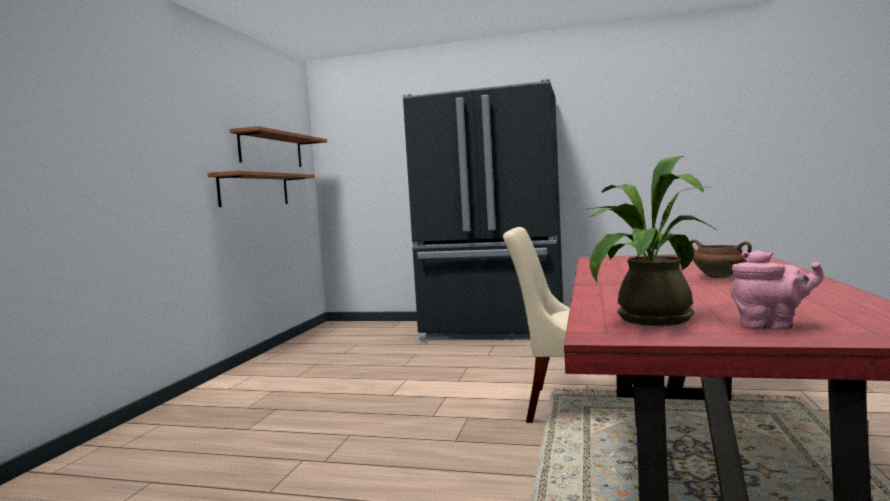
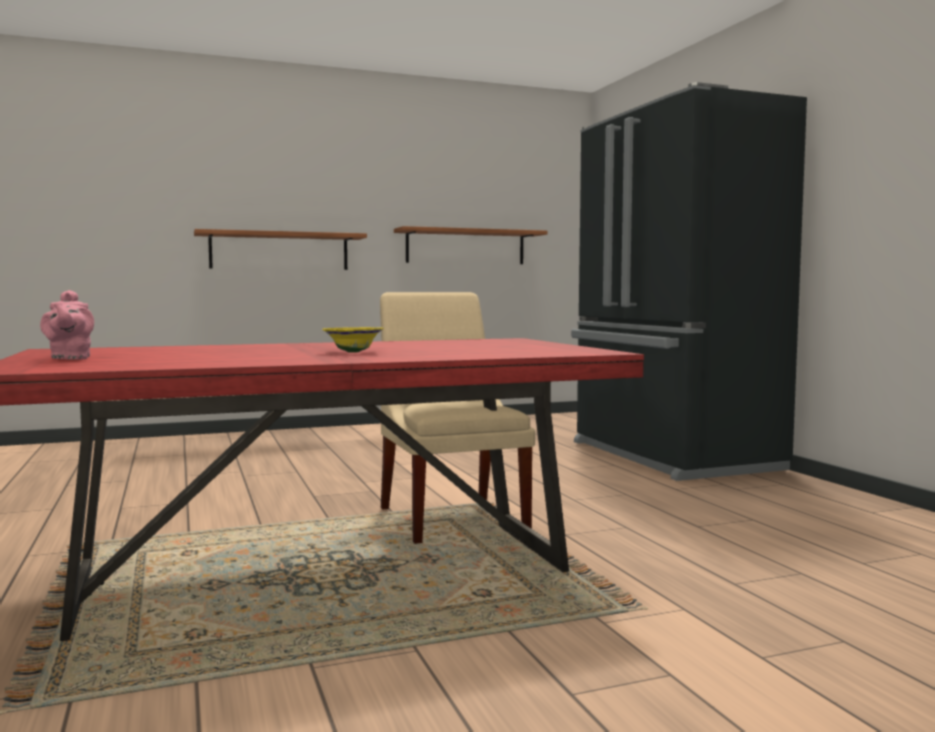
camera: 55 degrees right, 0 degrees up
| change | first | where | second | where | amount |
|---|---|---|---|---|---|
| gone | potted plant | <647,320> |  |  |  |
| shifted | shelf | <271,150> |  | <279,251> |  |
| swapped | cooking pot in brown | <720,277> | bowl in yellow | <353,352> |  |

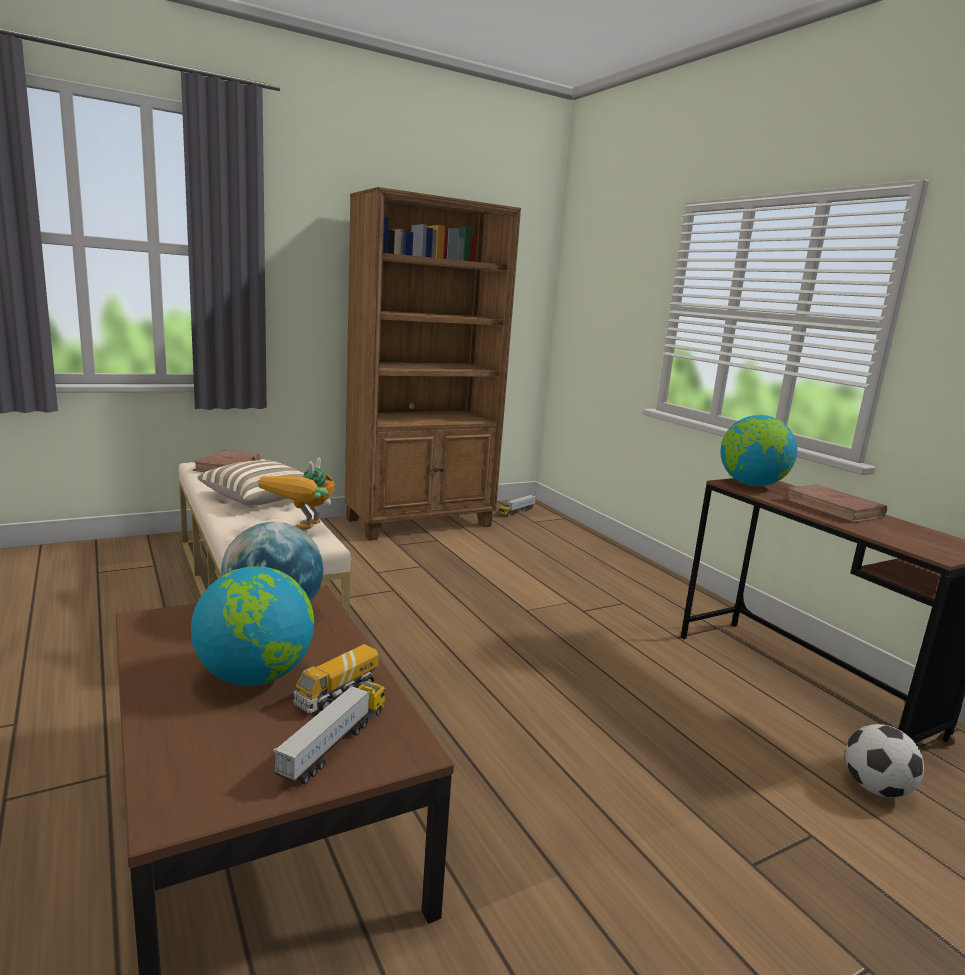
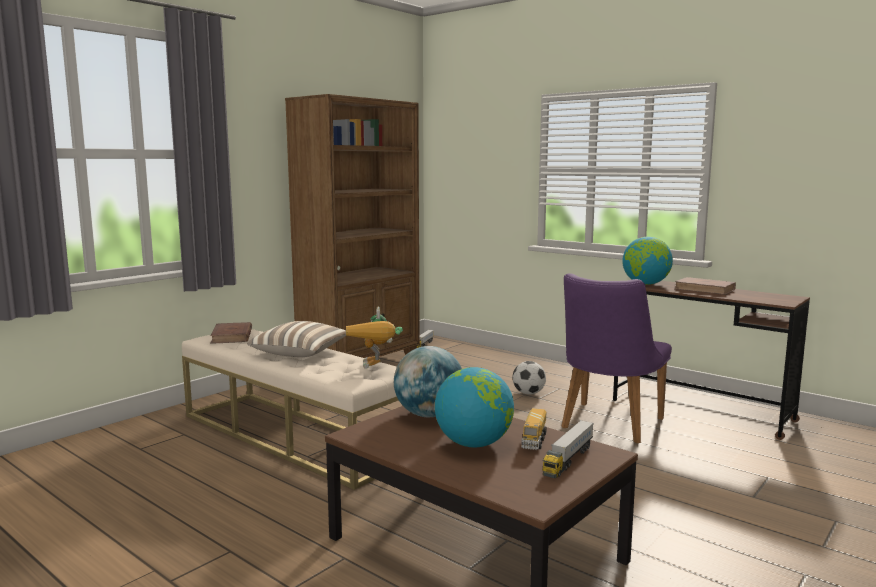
camera: 20 degrees left, 5 degrees down
| change | first | where | second | where | amount |
|---|---|---|---|---|---|
| new |  |  | chair in purple | <607,425> |  |
| shifted | football | <875,788> |  | <528,393> |  |
| rotated | toy truck | <335,744> |  | <568,460> | 150 degrees counterclockwise |

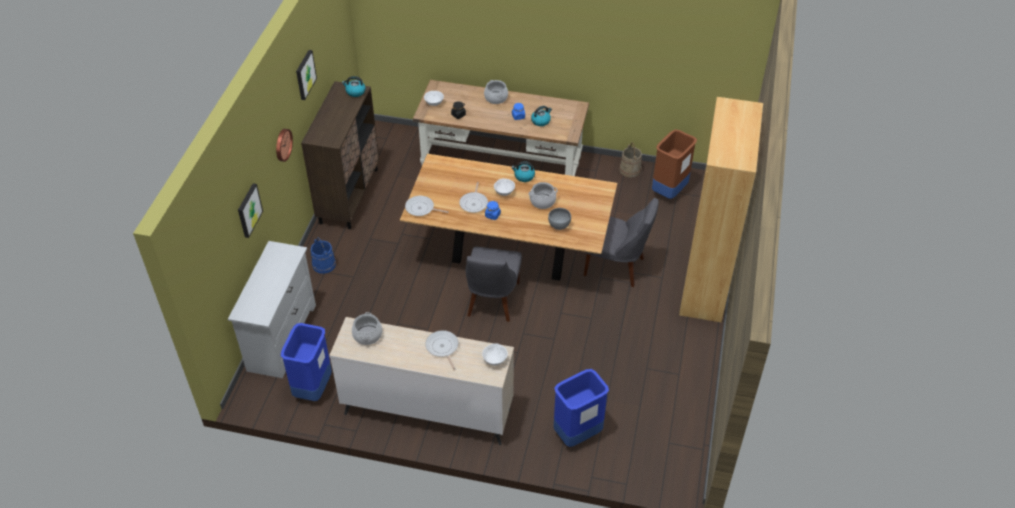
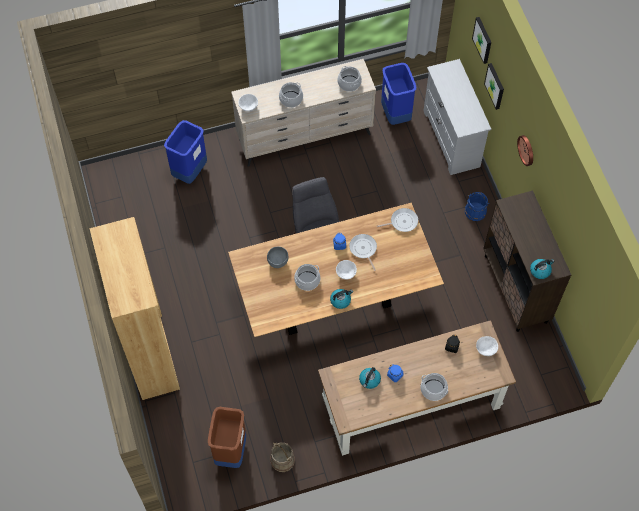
camera: 150 degrees right, 15 degrees up
| change | first | where | second | where | amount |
|---|---|---|---|---|---|
| gone | chair in grey | <617,267> |  |  |  |
| shifted | picture | <305,74> |  | <483,40> |  |
| swapped | frying pan | <442,348> | cooking pot | <291,99> |  |

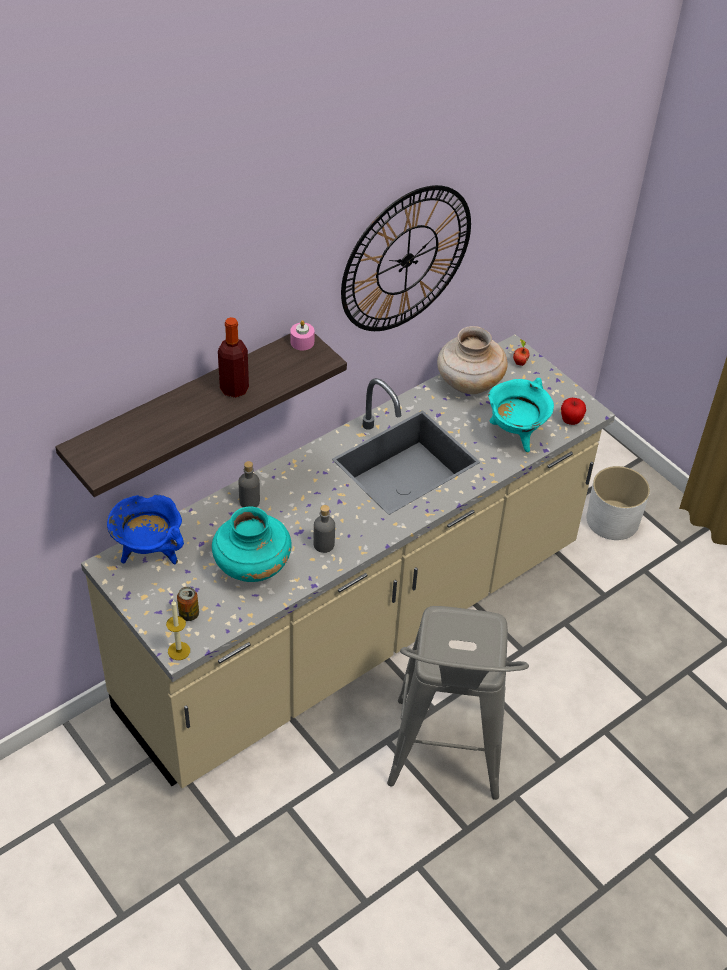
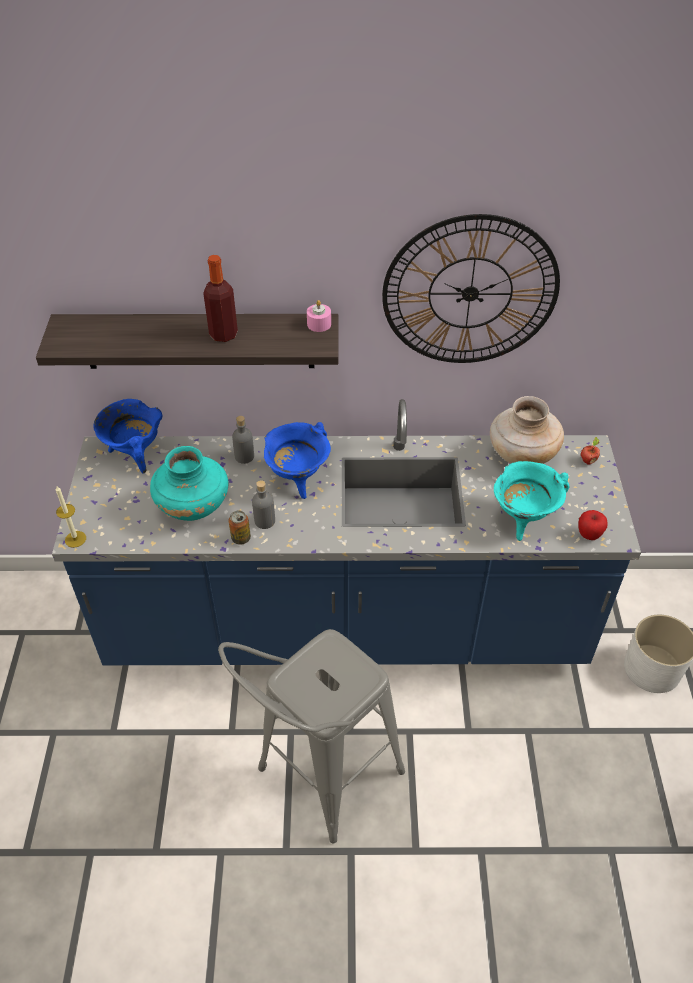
camera: 40 degrees right, 0 degrees up
| change | first | where | second | where | amount |
|---|---|---|---|---|---|
| new |  |  | cooking pot in blue | <298,479> |  |
| shifted | can | <189,614> |  | <241,538> |  |
| repainted | counter in beige | <355,630> | counter in blue | <346,628> |  |

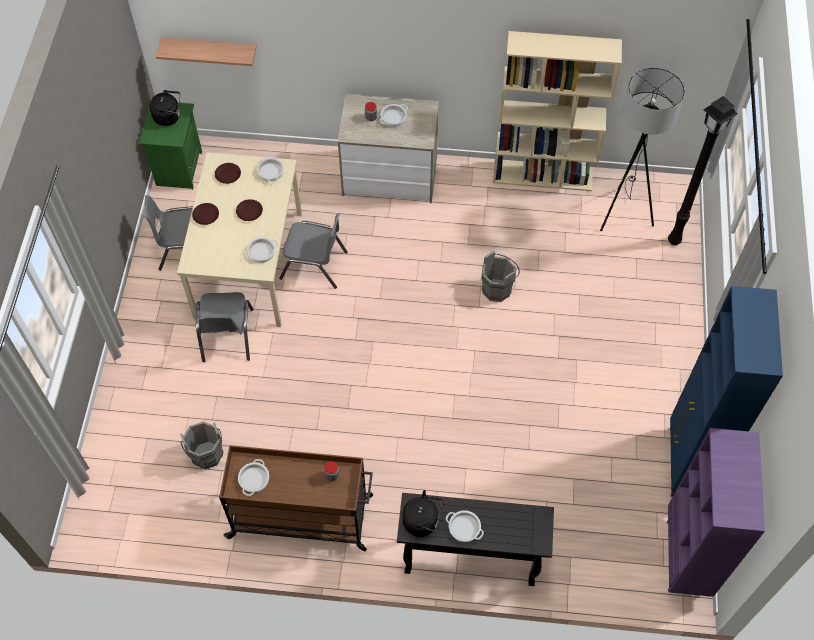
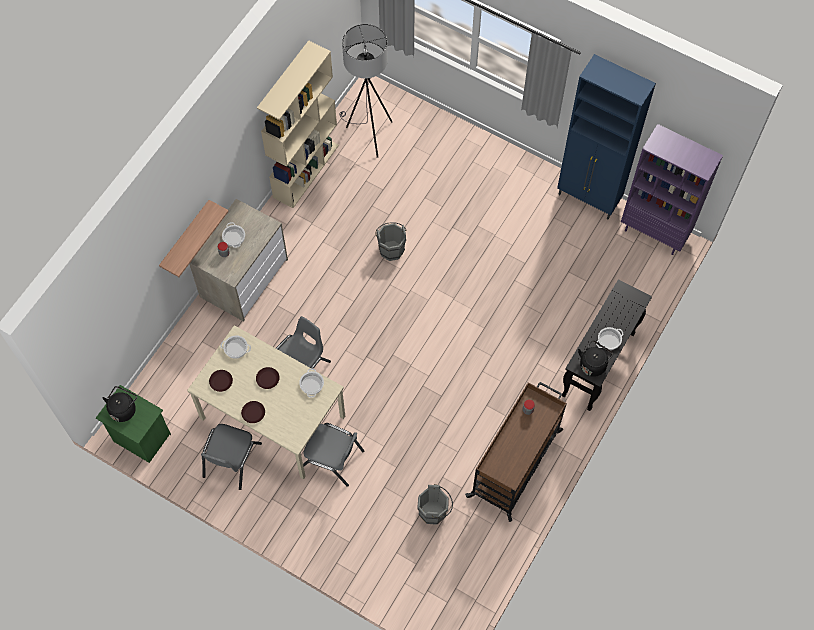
camera: 65 degrees left, 5 degrees up
| change | first | where | second | where | amount |
|---|---|---|---|---|---|
| gone | cooking pot | <254,479> |  |  |  |
| gone | floor lamp in black | <675,241> |  |  |  |
| shifted | shelf | <210,50> |  | <186,238> |  |

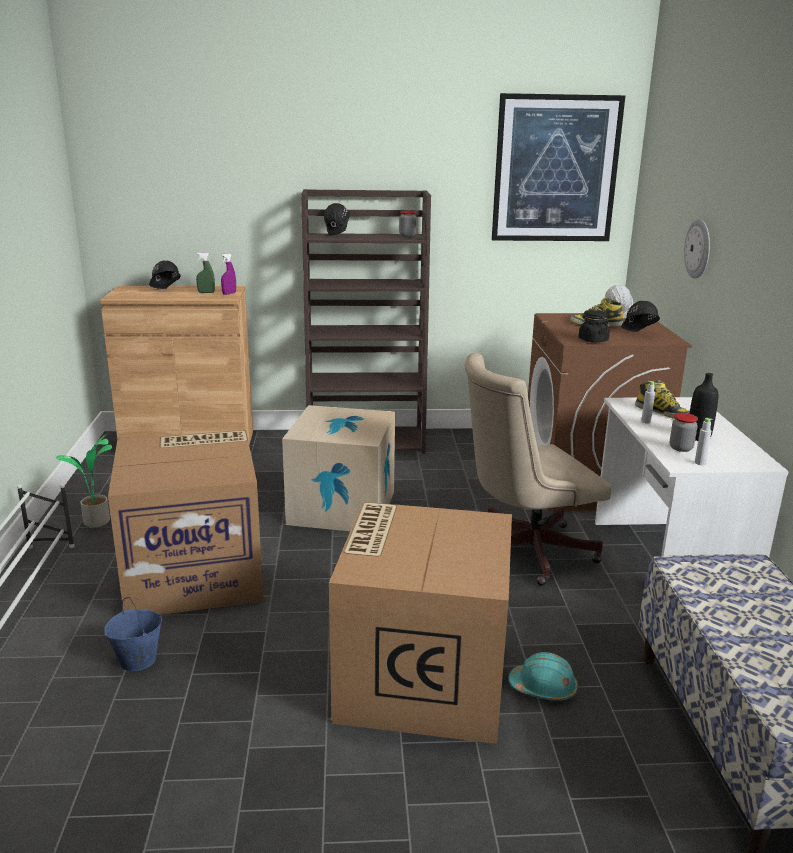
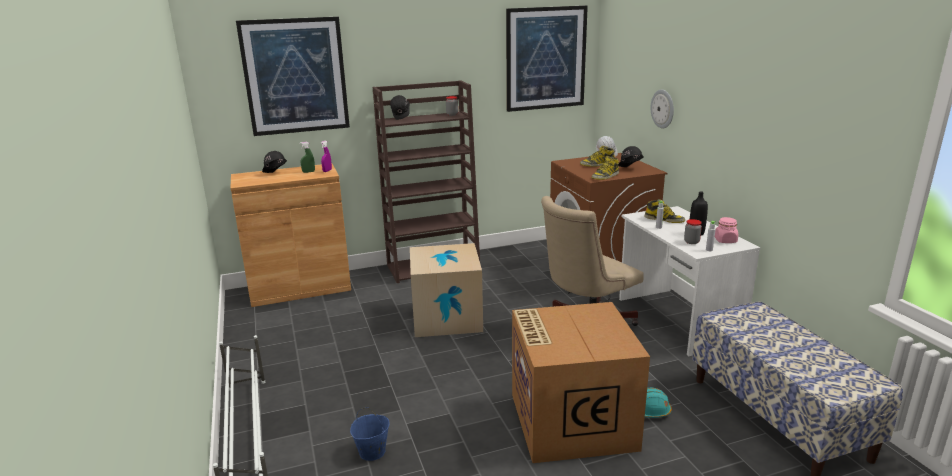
camera: 15 degrees left, 0 degrees up
| change | first | where | second | where | amount |
|---|---|---|---|---|---|
| gone | potted plant | <96,523> |  |  |  |
| gone | cardboard box | <196,573> |  |  |  |
| new |  |  | picture | <295,76> |  |
| new |  |  | jar in pink | <725,240> |  |
| swapped | jar in black | <593,340> | boot | <605,176> |  |

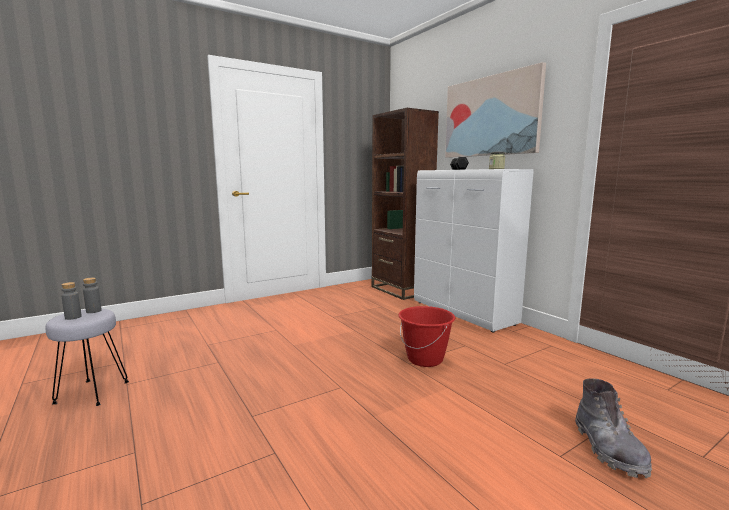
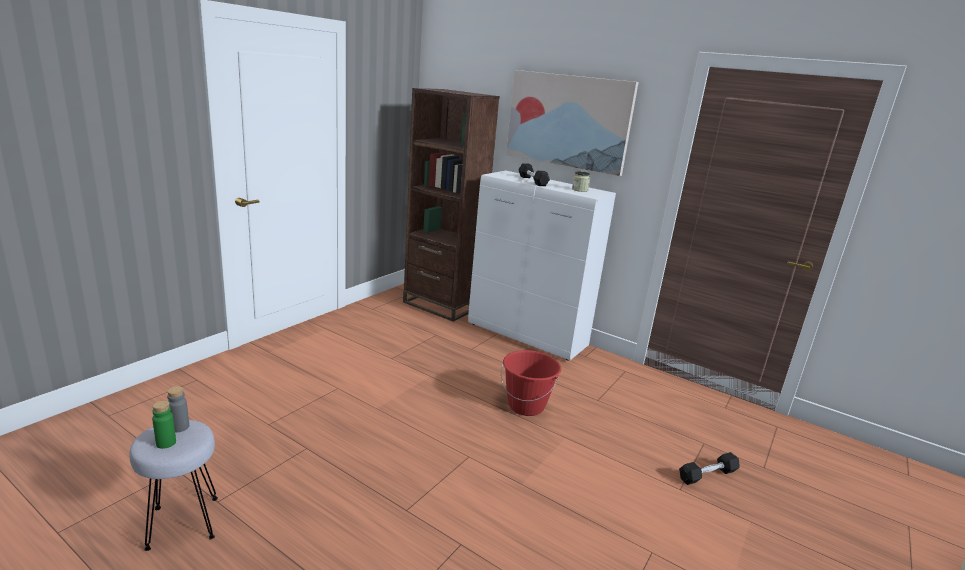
camera: 25 degrees left, 10 degrees up
| change | first | where | second | where | amount |
|---|---|---|---|---|---|
| swapped | boot in grey | <608,449> | dumbbell in black | <707,475> |  |
| repainted | bottle in grey | <73,317> | bottle in green | <166,443> |  |

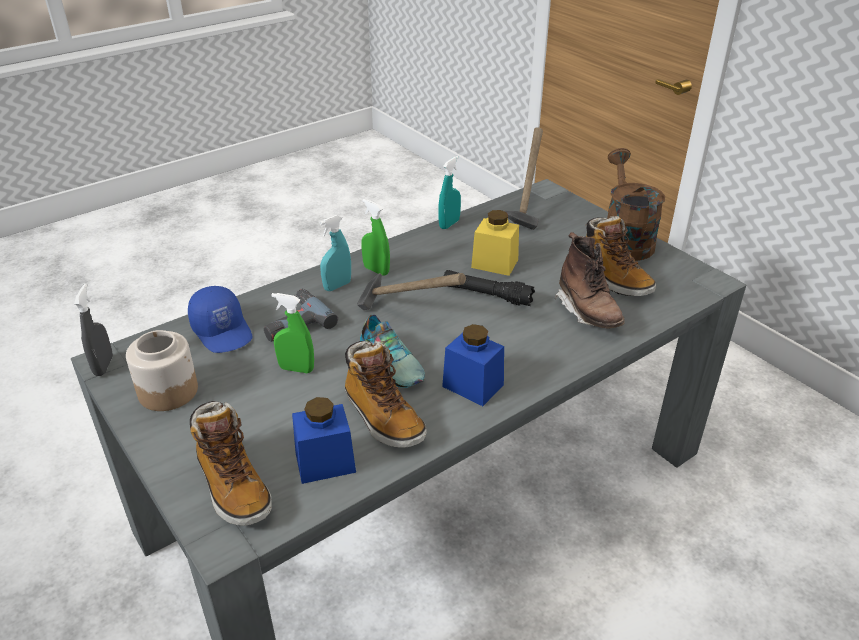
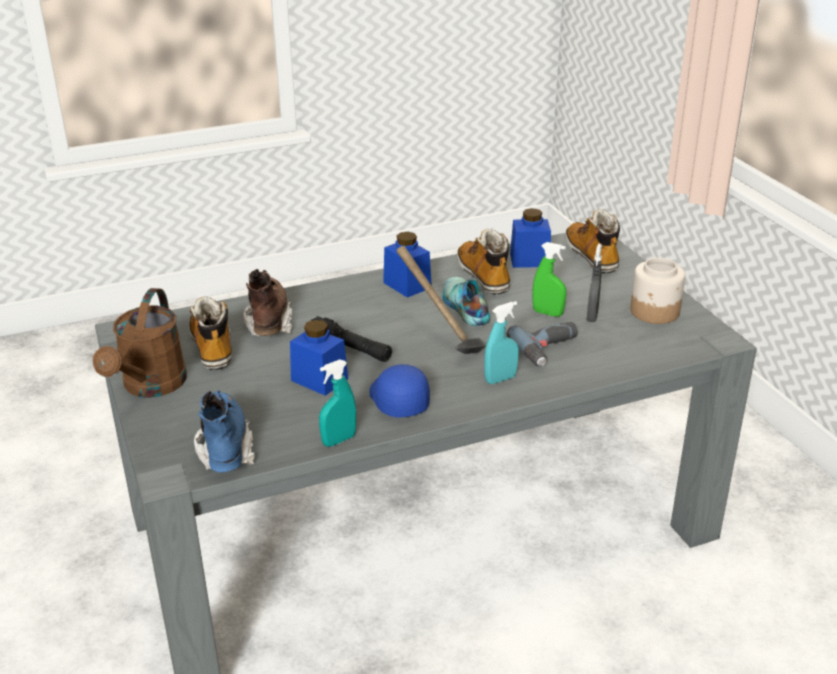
camera: 165 degrees left, 5 degrees down
| change | first | where | second | where | amount |
|---|---|---|---|---|---|
| gone | spray bottle in green | <376,270> |  |  |  |
| shifted | spray bottle in grey | <103,366> |  | <592,316> |  |
| shifted | cap in blue | <223,331> |  | <397,400> |  |
| swapped | hammer | <525,209> | boot in blue | <225,448> |  |
| repainted | jar in yellow | <494,263> | jar in blue | <319,379> |  |

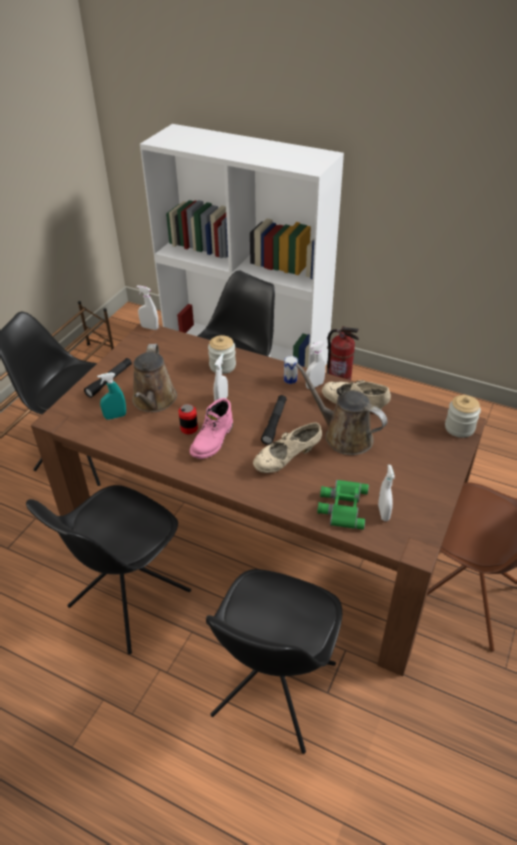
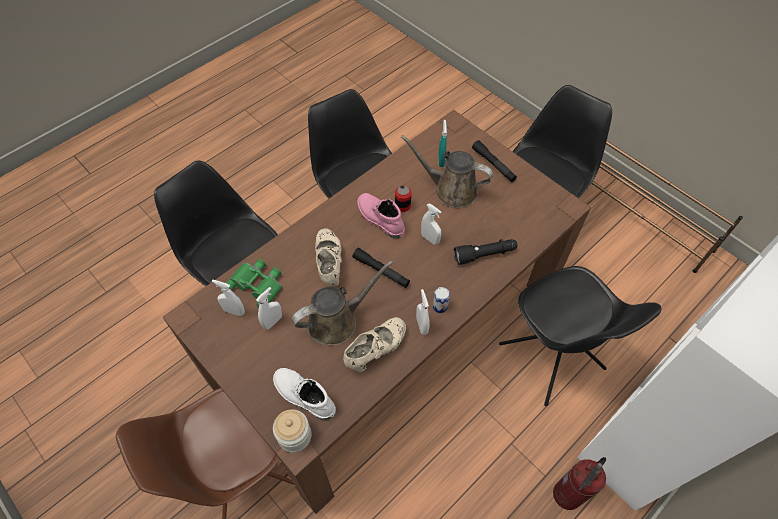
camera: 110 degrees right, 15 degrees up
| change | first | where | second | where | amount |
|---|---|---|---|---|---|
| new |  |  | boot in white | <303,396> |  |
| shifted | spray bottle in white | <149,327> |  | <272,322> |  |
| swapped | jar | <222,366> | flashlight in black | <485,254> |  |

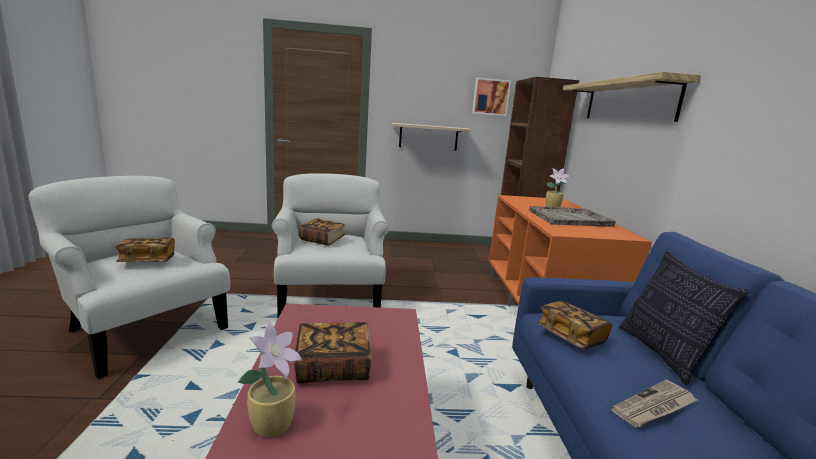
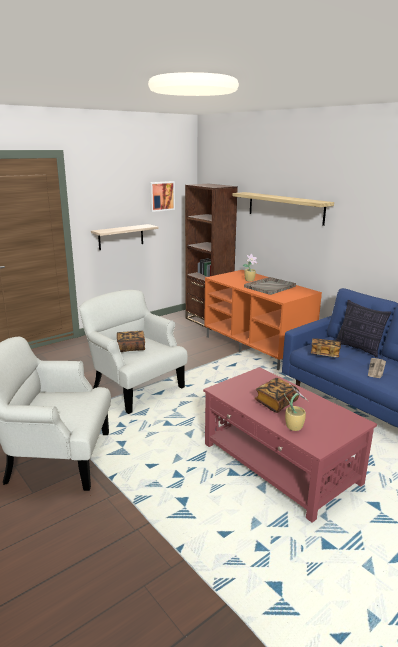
camera: 35 degrees left, 5 degrees up
| change | first | where | second | where | amount |
|---|---|---|---|---|---|
| gone | book | <148,261> |  |  |  |

